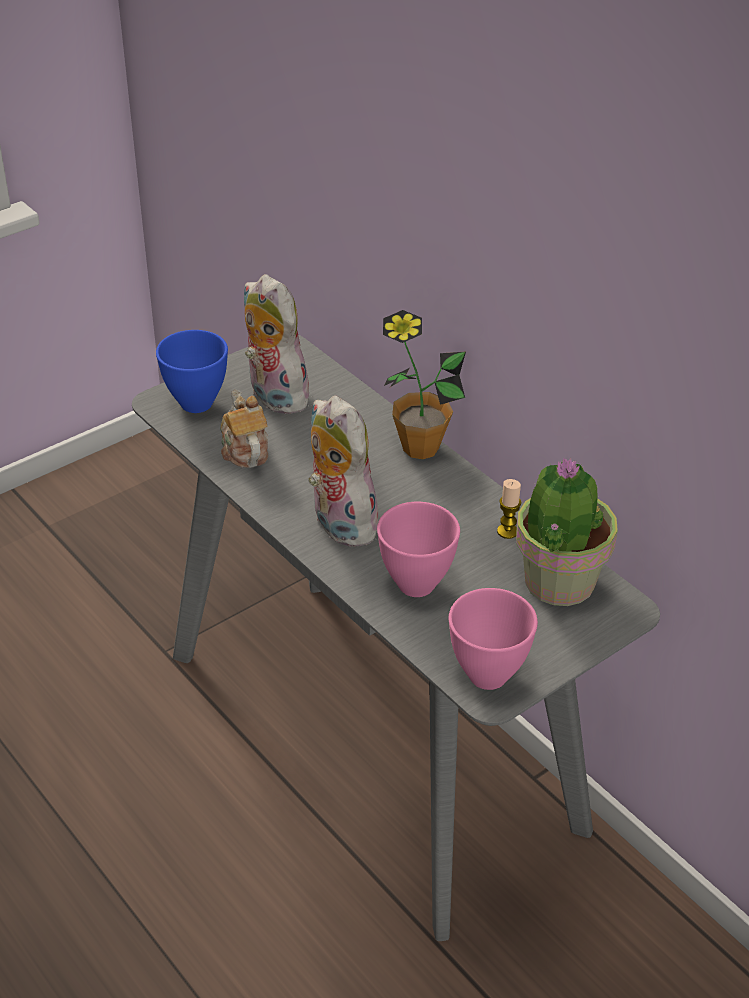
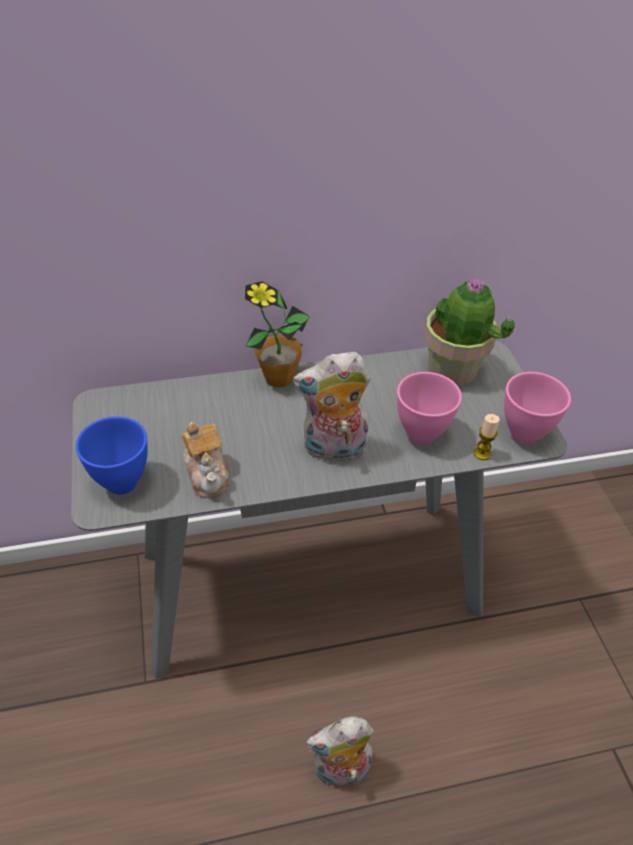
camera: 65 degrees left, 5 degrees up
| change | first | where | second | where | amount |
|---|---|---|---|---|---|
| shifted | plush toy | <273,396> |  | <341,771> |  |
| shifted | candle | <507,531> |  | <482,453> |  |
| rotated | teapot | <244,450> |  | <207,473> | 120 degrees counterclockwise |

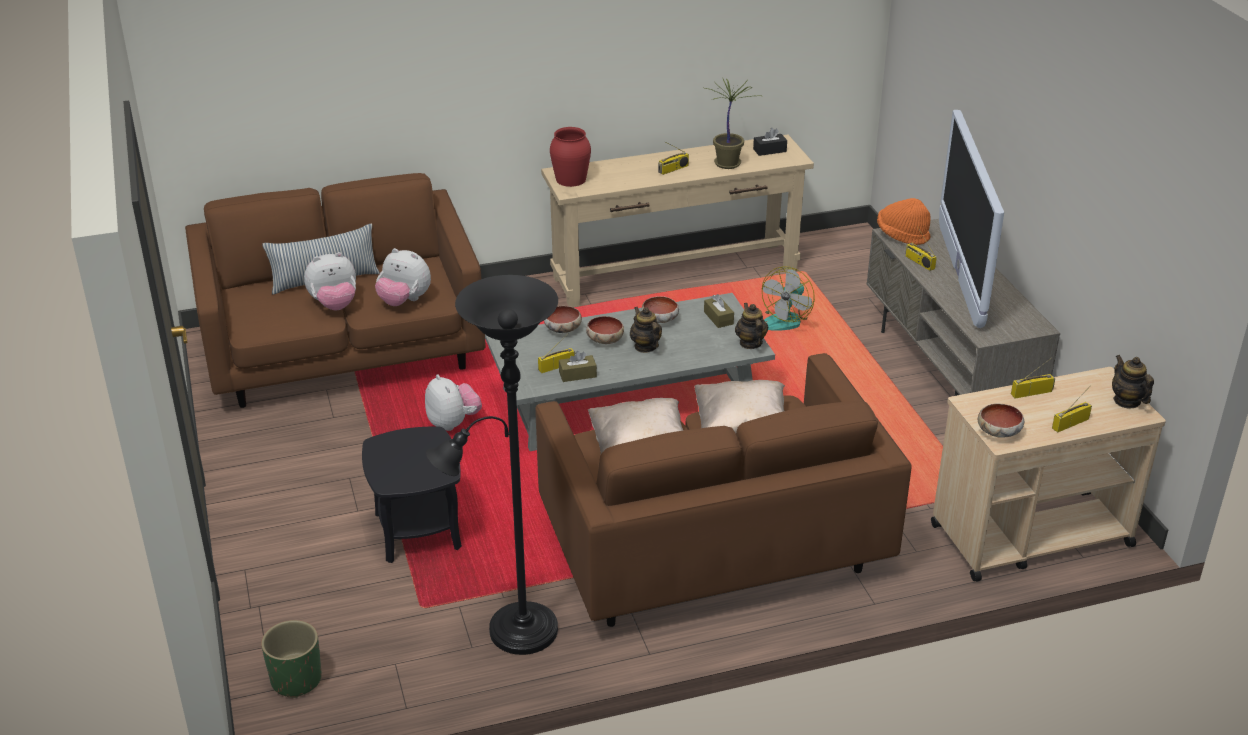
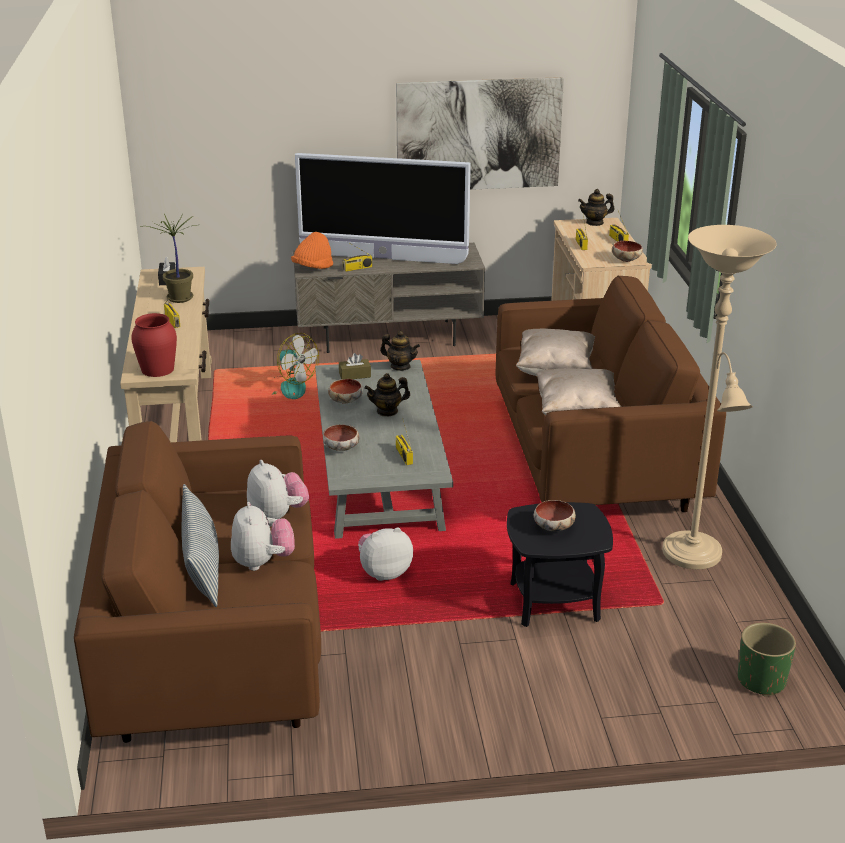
camera: 80 degrees left, 5 degrees down
| change | first | where | second | where | amount |
|---|---|---|---|---|---|
| gone | tissue box in brown | <577,374> |  |  |  |
| new |  |  | picture | <478,134> |  |
| shifted | bowl | <604,340> |  | <553,527> |  |
| repainted | floor lamp in black | <514,632> | floor lamp in beige | <694,557> |  |
| rotated | plush toy | <404,301> |  | <277,516> | 60 degrees counterclockwise |
| rotated | teapot | <750,343> |  | <400,367> | 150 degrees counterclockwise |

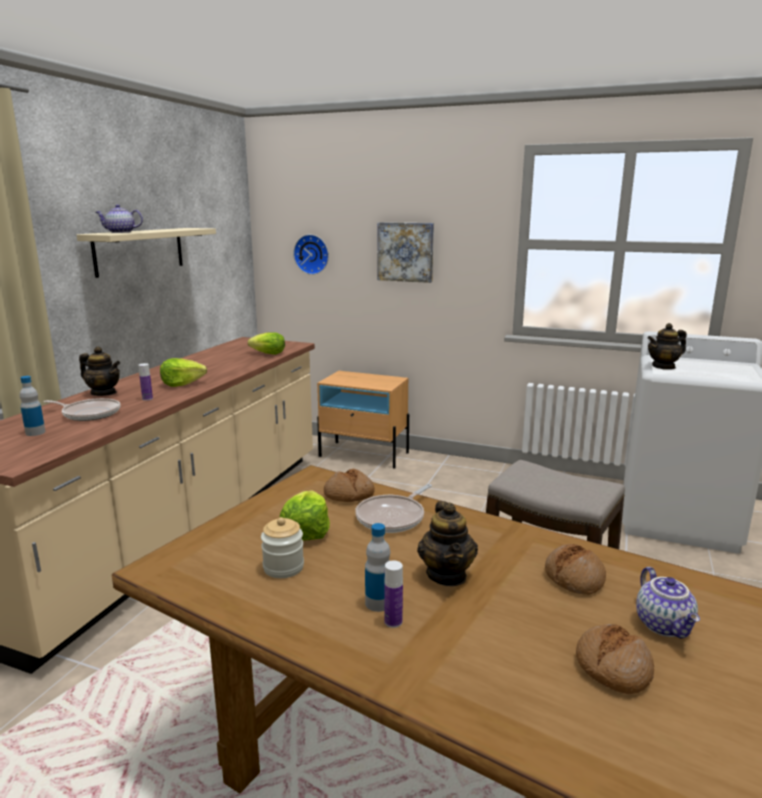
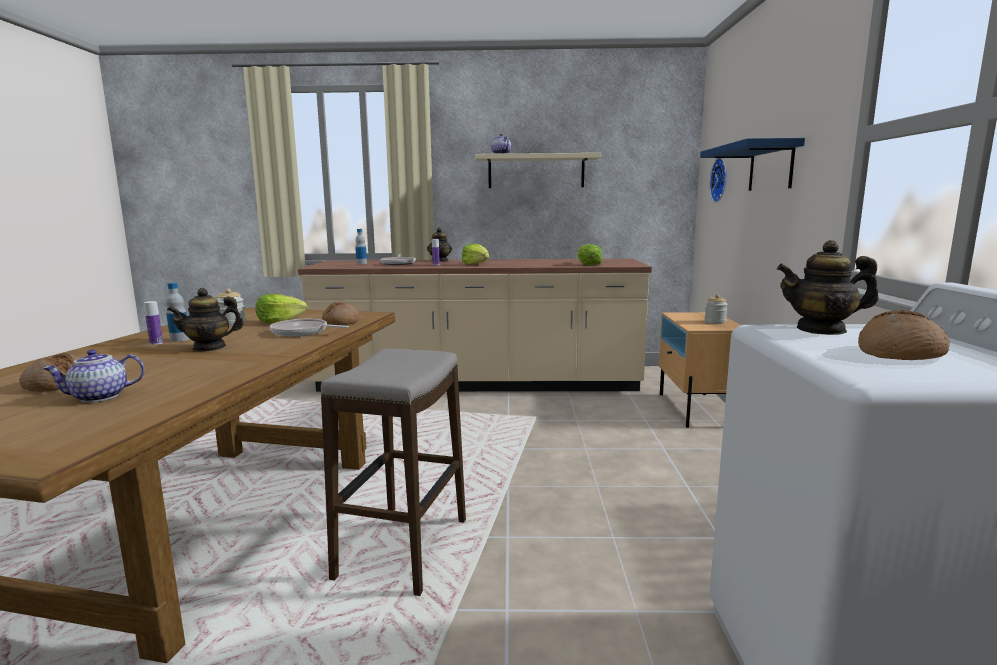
camera: 70 degrees right, 5 degrees down
| change | first | where | second | where | amount |
|---|---|---|---|---|---|
| new |  |  | jar | <715,322> |  |
| shifted | bread | <574,577> |  | <900,353> |  |
| swapped | picture | <405,252> | shelf in blue | <771,167> |  |
| rotated | teapot | <663,366> |  | <821,330> | 45 degrees counterclockwise |

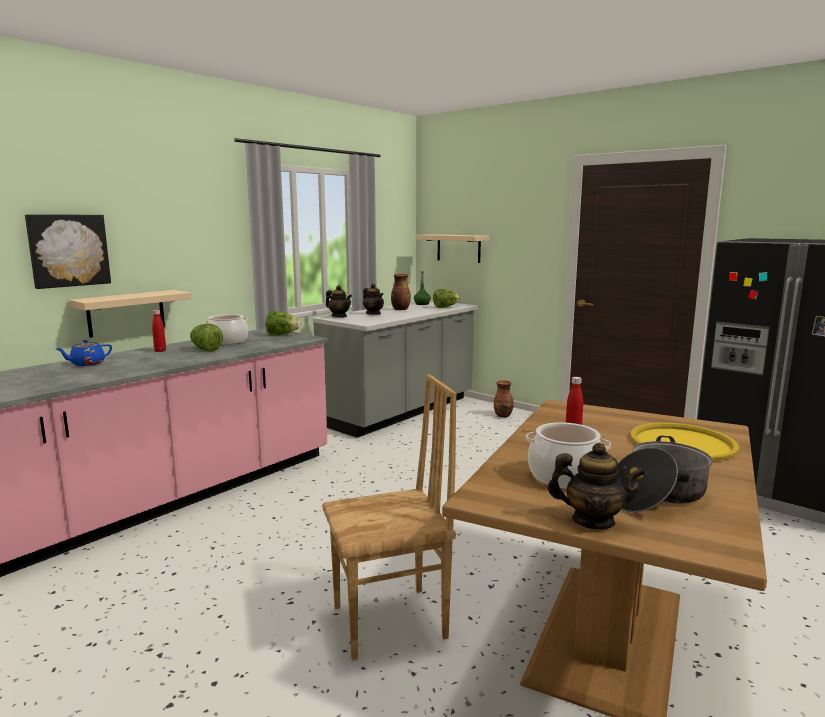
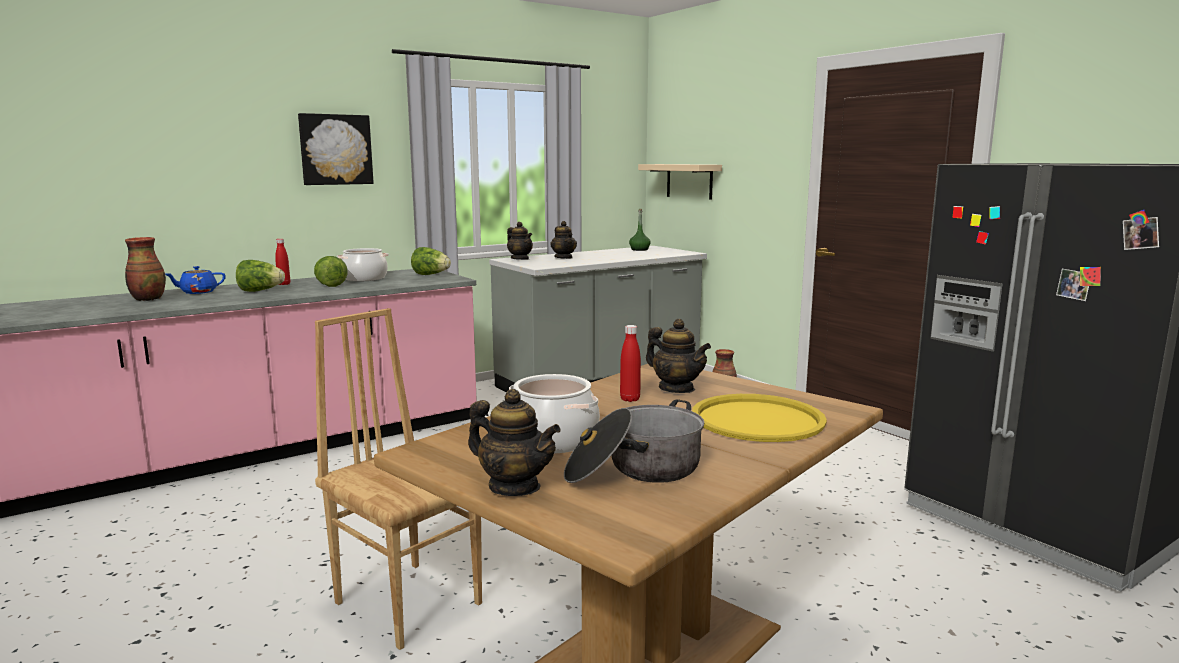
camera: 15 degrees right, 0 degrees up
| change | first | where | second | where | amount |
|---|---|---|---|---|---|
| gone | shelf in beige | <126,313> |  |  |  |
| new |  |  | teapot | <676,389> |  |
| shifted | picture | <68,250> |  | <335,149> |  |
| shifted | vase | <400,309> |  | <147,299> |  |
| shifted | lettuce | <445,307> |  | <260,291> |  |
| rotated | chair in brown | <391,623> |  | <409,601> | 135 degrees counterclockwise |

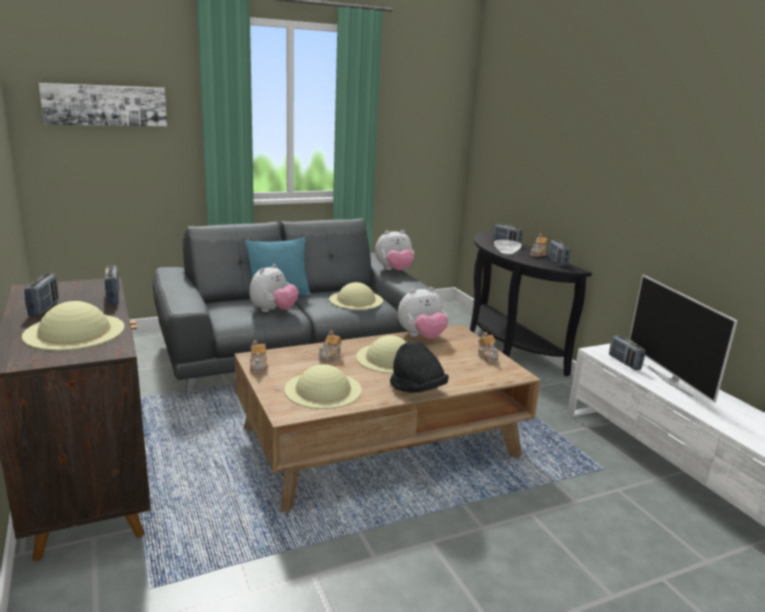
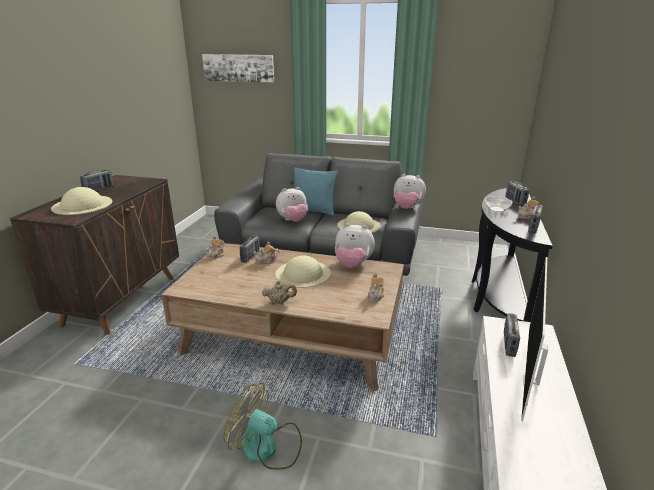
camera: 40 degrees right, 5 degrees up
| change | first | where | second | where | amount |
|---|---|---|---|---|---|
| gone | hat in beige | <323,389> |  |  |  |
| new |  |  | fan | <267,447> |  |
| shifted | radio | <113,297> |  | <250,256> |  |
| swapped | hat in black | <417,390> | teapot in beige | <279,302> |  |

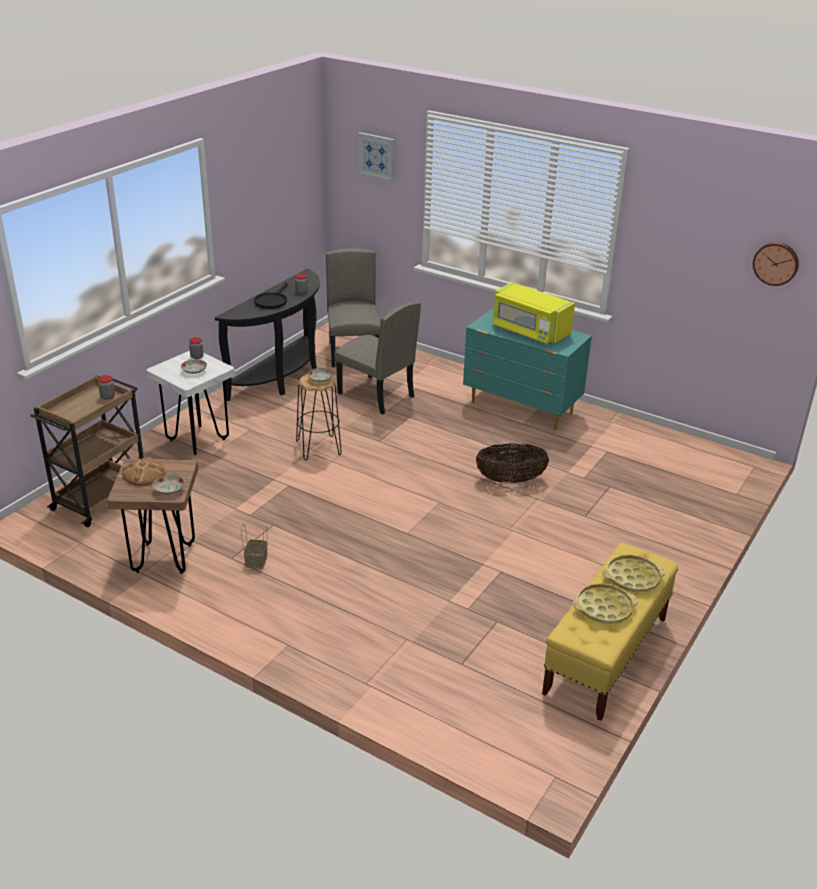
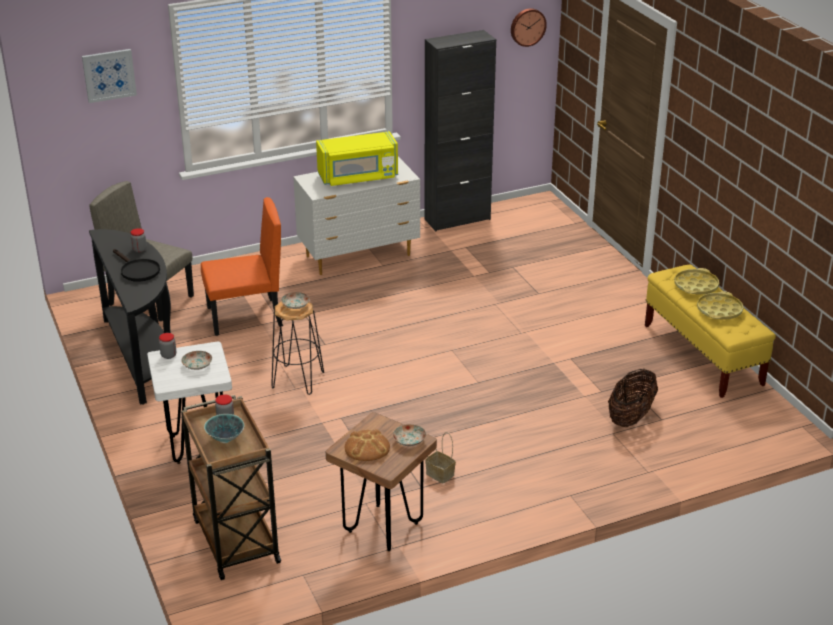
camera: 55 degrees left, 0 degrees up
| change | first | where | second | where | amount |
|---|---|---|---|---|---|
| new |  |  | bowl | <225,439> |  |
| new |  |  | cabinet in black | <457,219> |  |
| shifted | basket | <510,480> |  | <631,417> |  |
| repainted | chair in beige | <375,395> | chair in orange | <245,317> |  |
| repainted | dresser in turquoise | <522,408> | dresser in white | <359,256> |  |

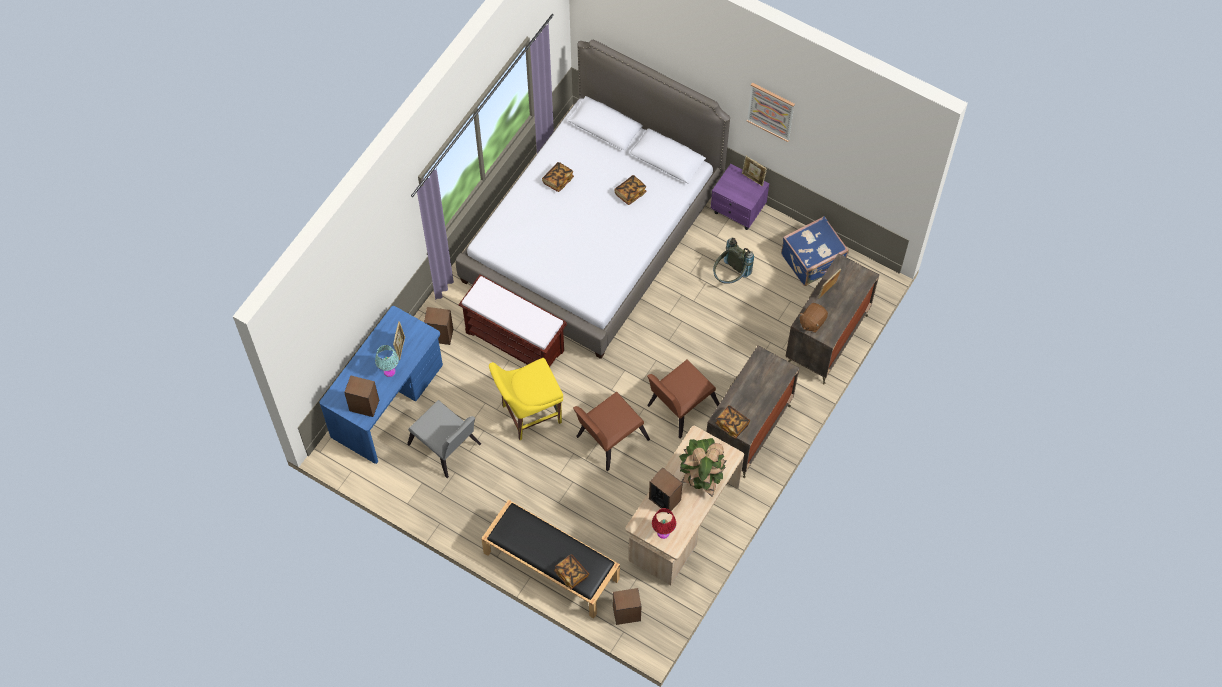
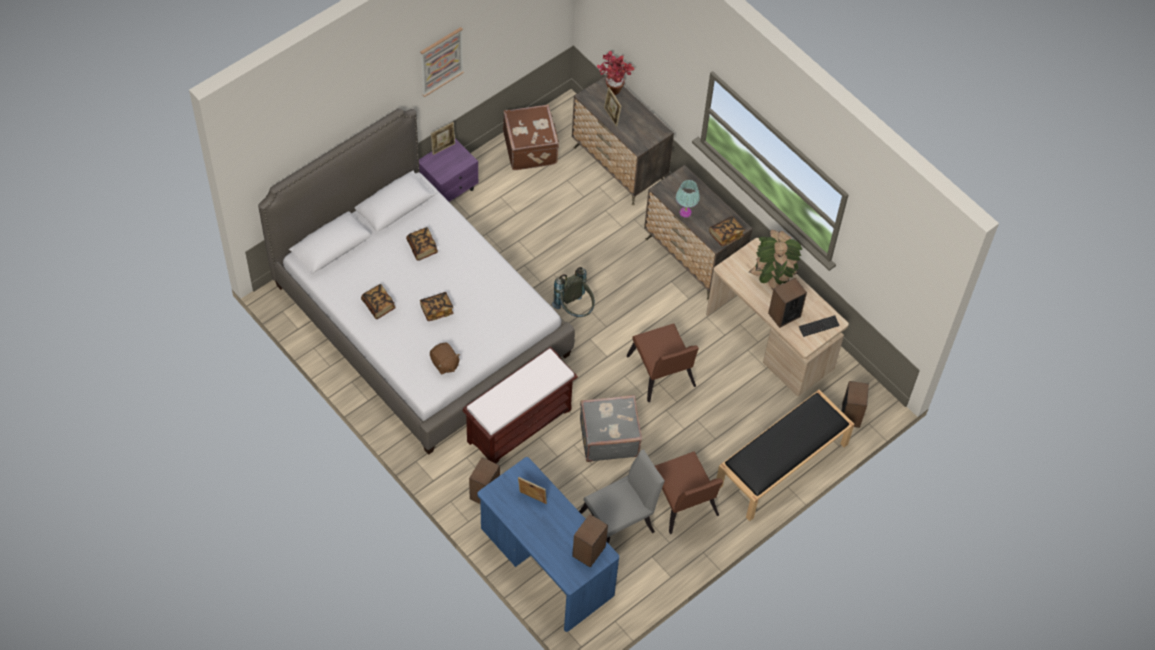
camera: 75 degrees left, 5 degrees down
| change | first | where | second | where | amount |
|---|---|---|---|---|---|
| new |  |  | potted plant | <613,87> |  |
| shifted | table lamp in turquoise | <389,371> |  | <685,212> |  |
| shifted | book | <571,574> |  | <436,310> |  |
| shifted | chair in brown | <679,408> |  | <683,504> |  |
| shifted | backpack in grey | <730,276> |  | <575,310> |  |
| shifted | plush toy in brown | <812,322> |  | <444,364> |  |
| swapped | chair in yellow | <528,414> | suitcase in grey | <608,437> |  |
| swapped | table lamp in red | <663,532> | keyboard | <818,326> |  |
| repainted | suitcase in blue | <813,261> | suitcase in brown | <531,148> |  |

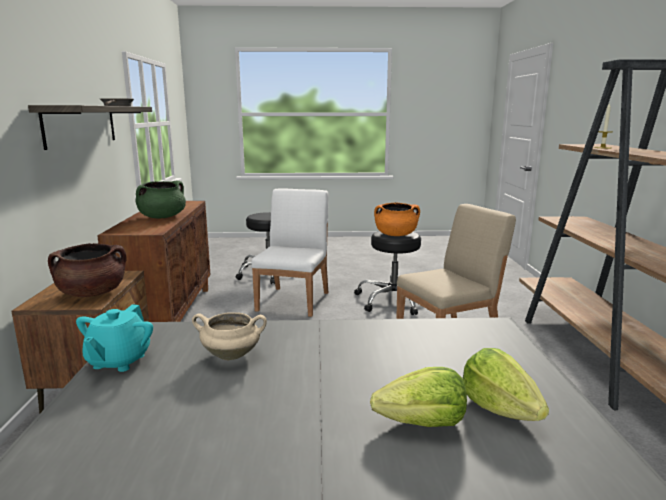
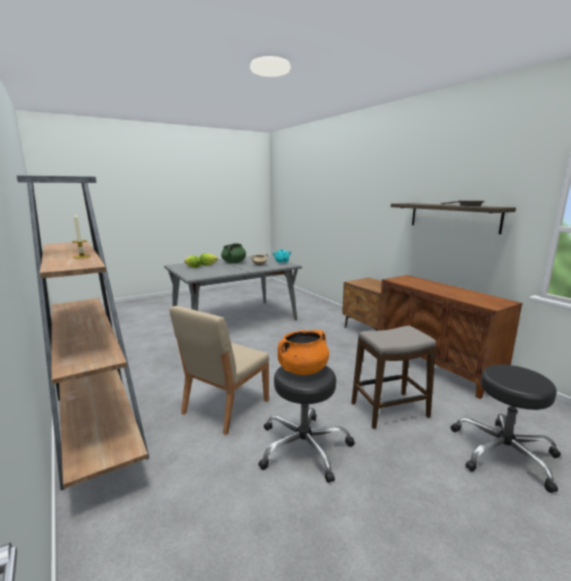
camera: 150 degrees right, 0 degrees up
| change | first | where | second | where | amount |
|---|---|---|---|---|---|
| gone | cooking pot in brown | <92,293> |  |  |  |
| shifted | cooking pot in green | <162,217> |  | <234,262> |  |
| swapped | chair in white | <294,301> | stool | <390,410> |  |

